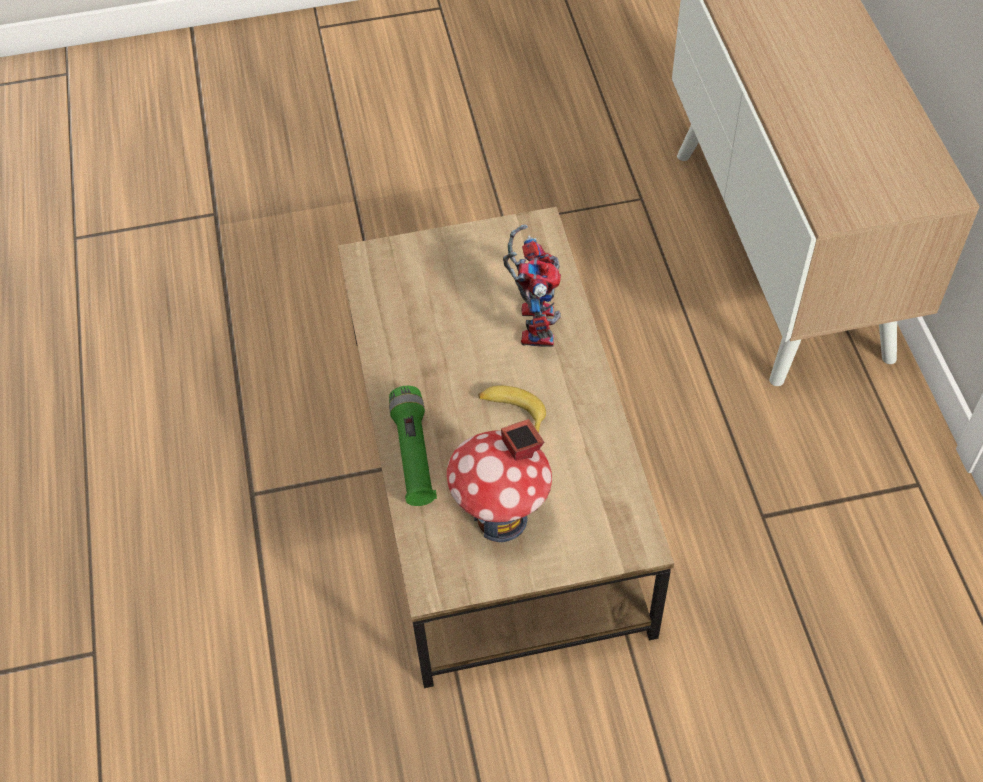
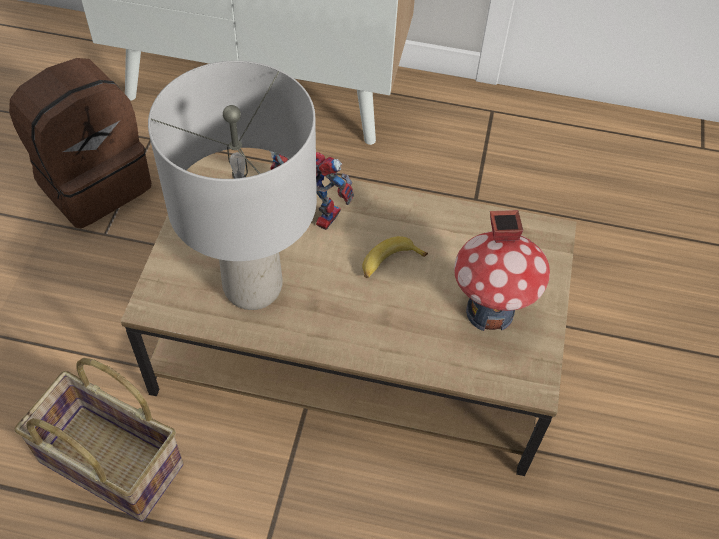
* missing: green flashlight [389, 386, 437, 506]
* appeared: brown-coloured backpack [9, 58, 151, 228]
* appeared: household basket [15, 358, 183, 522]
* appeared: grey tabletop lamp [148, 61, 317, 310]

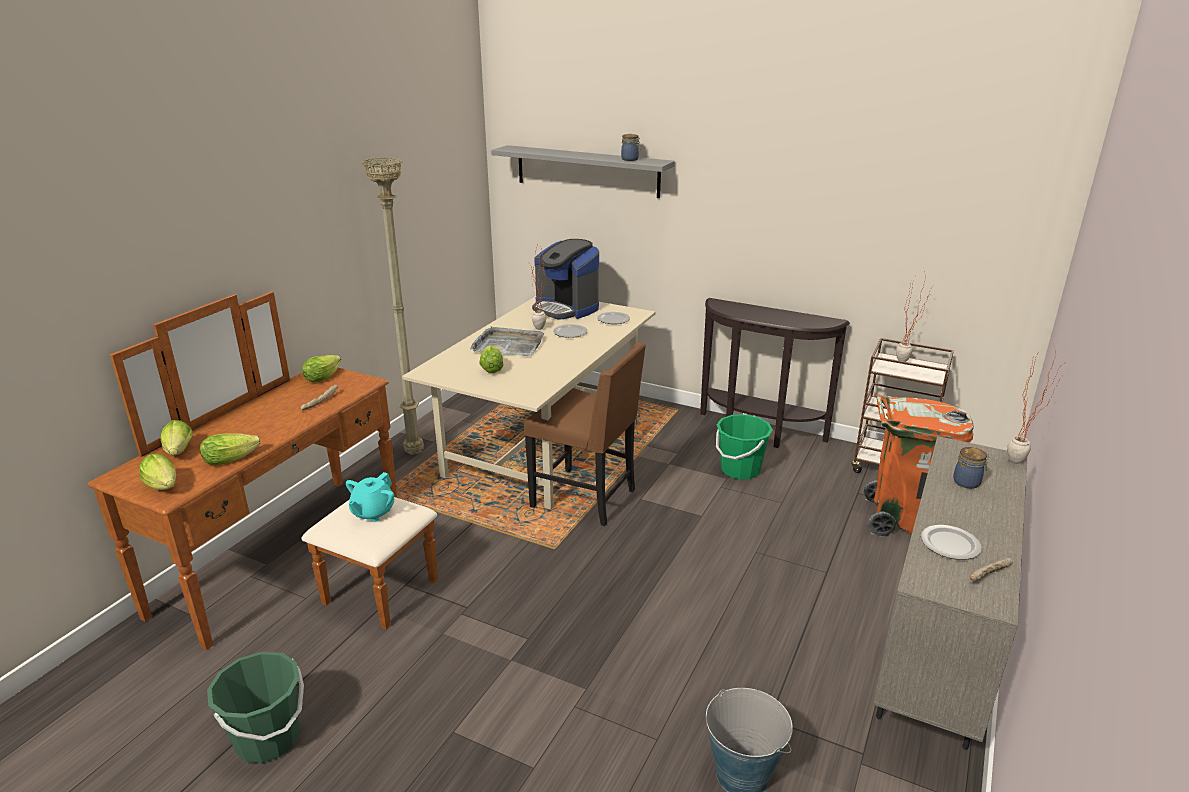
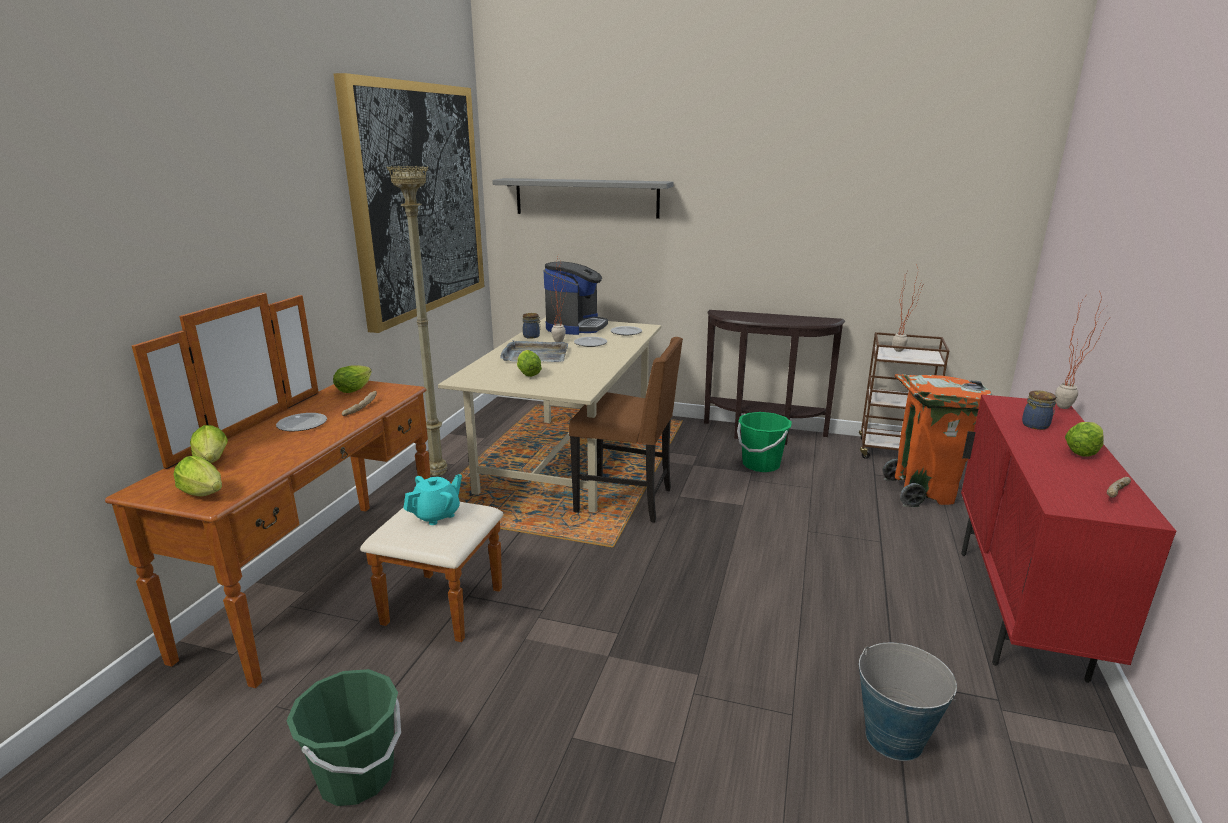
* appeared: picture [333, 73, 484, 333]
* relocated: lettuce [200, 433, 260, 465] to [1065, 422, 1104, 456]
* relocated: storage jar [621, 134, 640, 161] to [523, 313, 541, 339]
* relocated: flat dish [921, 525, 982, 560] to [276, 413, 327, 431]
* colour: beige cabinet [873, 436, 1028, 750] to red cabinet [961, 394, 1176, 683]
* spun: blue-green tea pot [346, 472, 394, 522] = [403, 474, 462, 525] 150 degrees counterclockwise
* spun: coffee brewer [532, 239, 599, 320] = [544, 262, 608, 335] 105 degrees counterclockwise

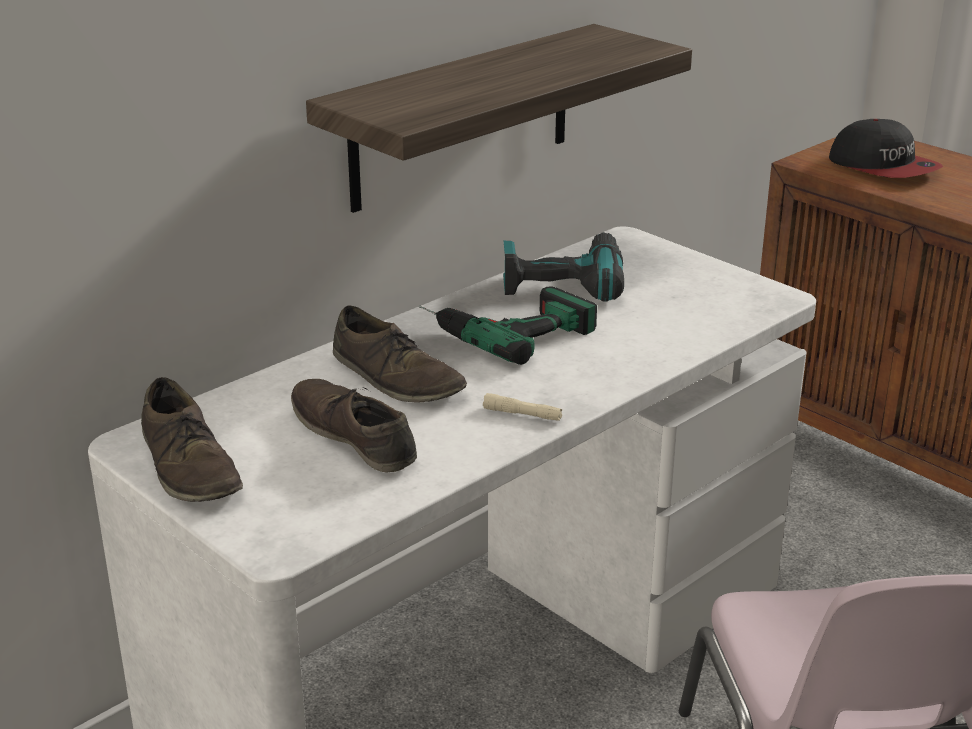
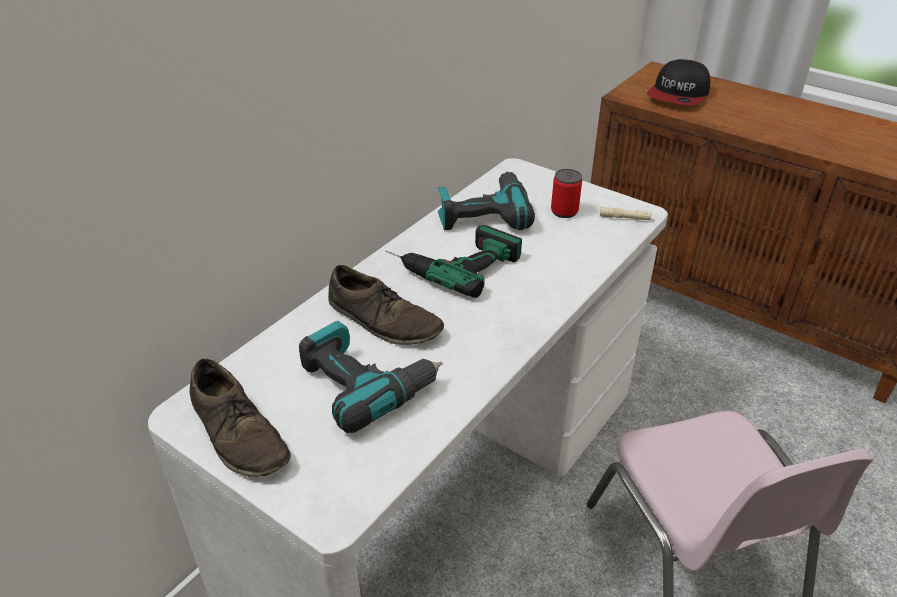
* missing: wall shelf [306, 24, 692, 213]
* appeared: can [551, 169, 582, 218]
* relocated: beige flashlight [483, 393, 562, 421] to [600, 207, 652, 220]
* exchanged: brown-coloured item of footwear [291, 379, 417, 472] to power drill [299, 321, 443, 433]
* spun: baseball cap [829, 119, 943, 178] = [647, 59, 710, 105] 75 degrees clockwise

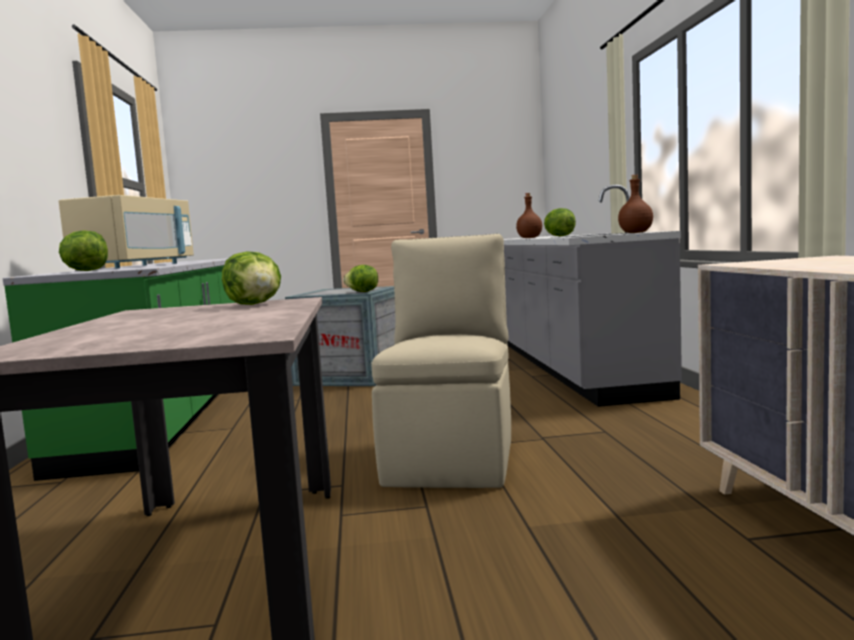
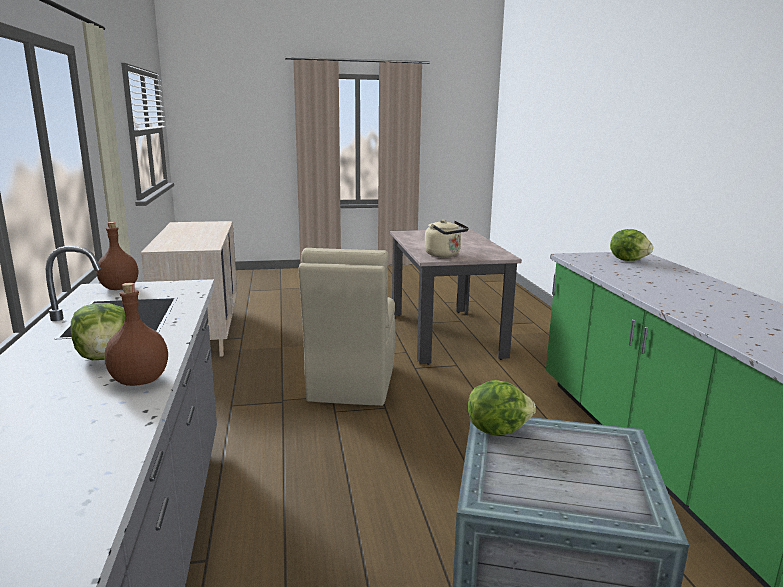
* missing: beige microwave oven [59, 195, 194, 269]
* exchanged: lettuce [222, 251, 281, 305] to beige water kettle [425, 220, 469, 257]

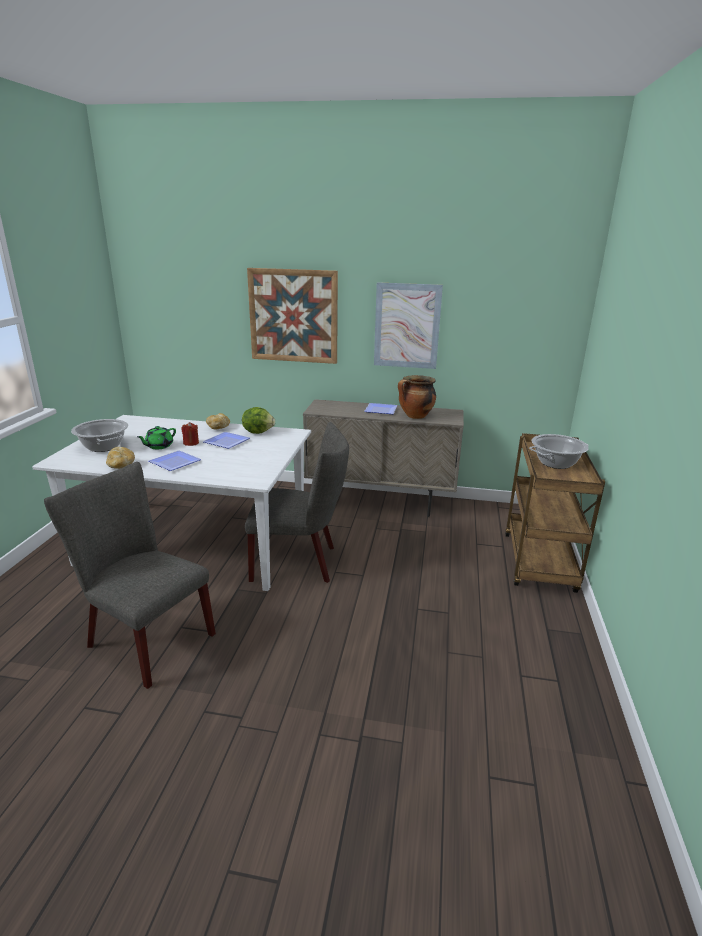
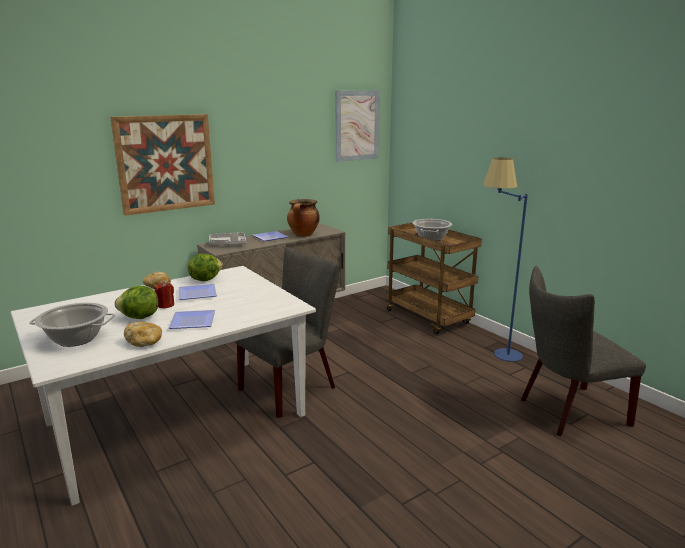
* appeared: grey carrying tray [209, 232, 246, 245]
* appeared: blue standing lamp [483, 158, 528, 362]
* relocated: grey chair [44, 462, 216, 689] to [521, 266, 646, 436]
* relocated: picture [374, 282, 443, 369] to [335, 90, 380, 162]
* exchanged: green tea pot [137, 426, 176, 449] to lettuce [115, 286, 159, 319]

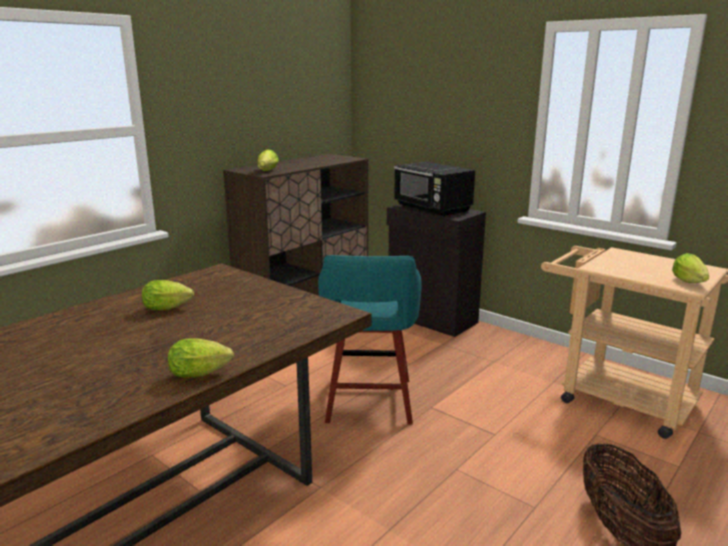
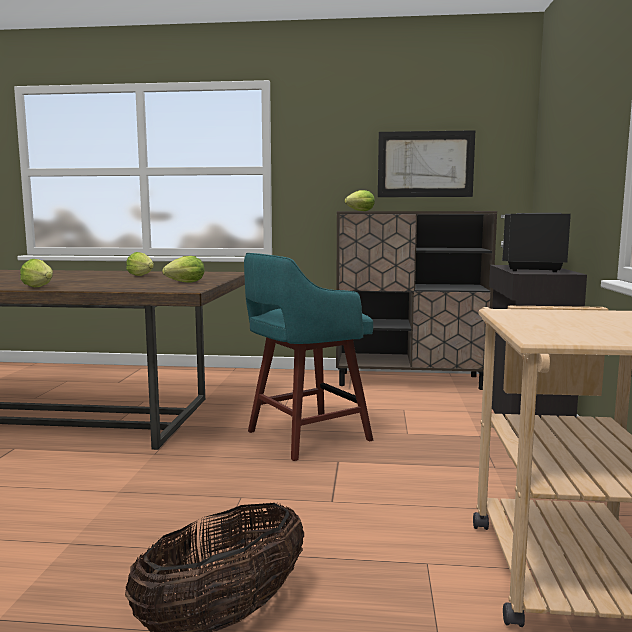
* appeared: picture [378, 130, 475, 197]
* relocated: lettuce [672, 253, 709, 283] to [162, 256, 204, 282]

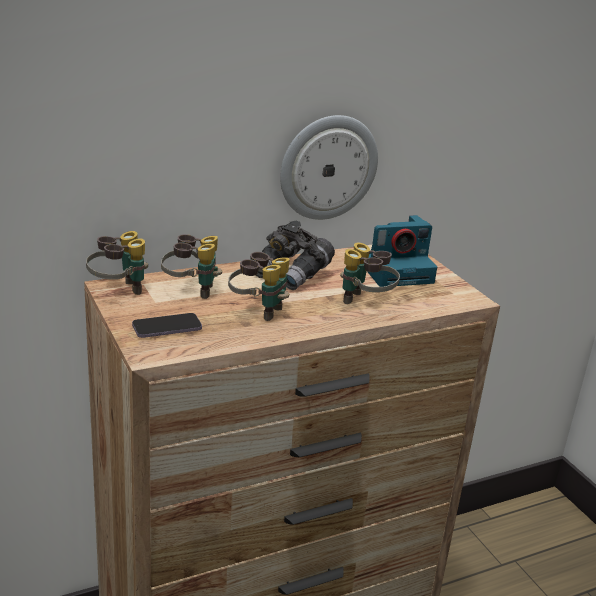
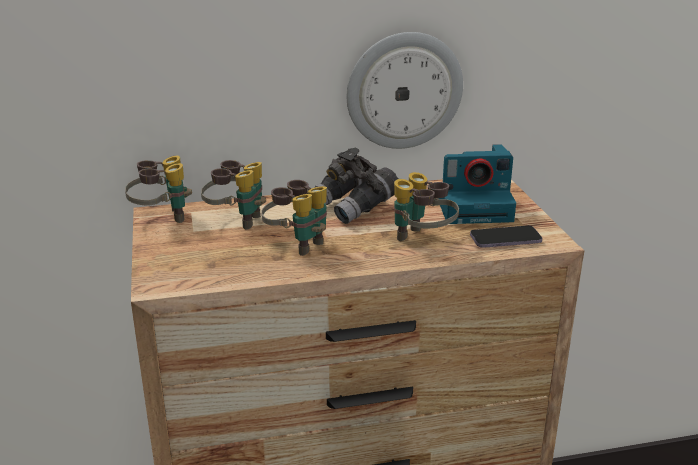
* relocated: handset [132, 313, 202, 338] to [470, 226, 542, 248]

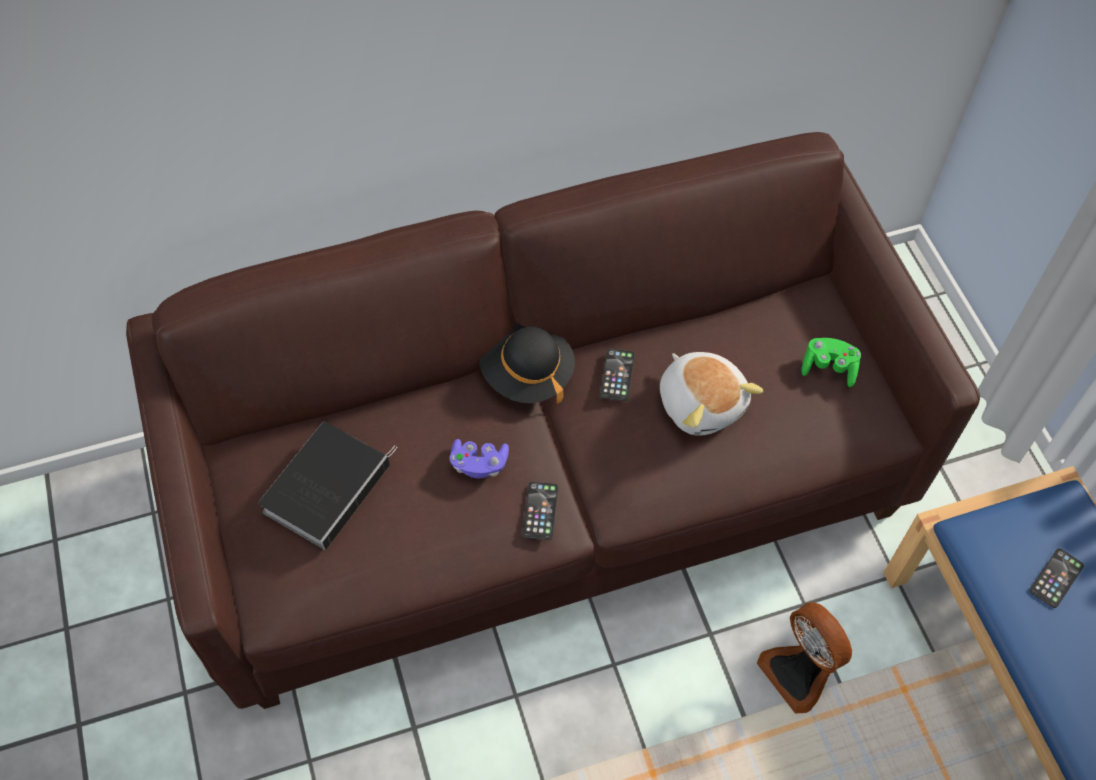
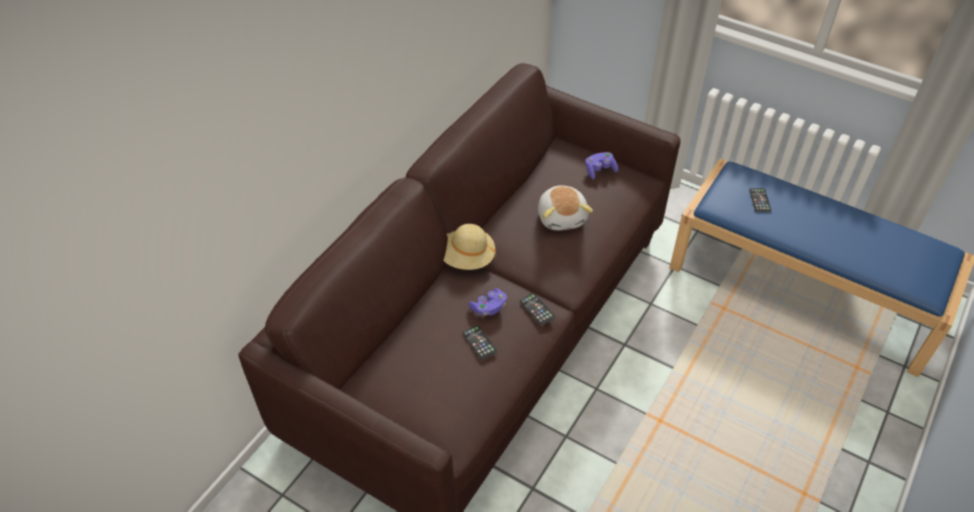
* missing: volume [259, 422, 397, 550]
* missing: cooling fan [757, 602, 852, 714]
* relocated: handset [600, 349, 635, 401] to [462, 325, 497, 360]
* colour: black wearable hat [480, 321, 575, 404] to beige wearable hat [443, 224, 496, 270]
* colour: green gamepad [801, 338, 861, 387] to purple gamepad [585, 152, 618, 179]
* spun: plush toy [660, 352, 763, 435] = [538, 185, 593, 230] 60 degrees clockwise

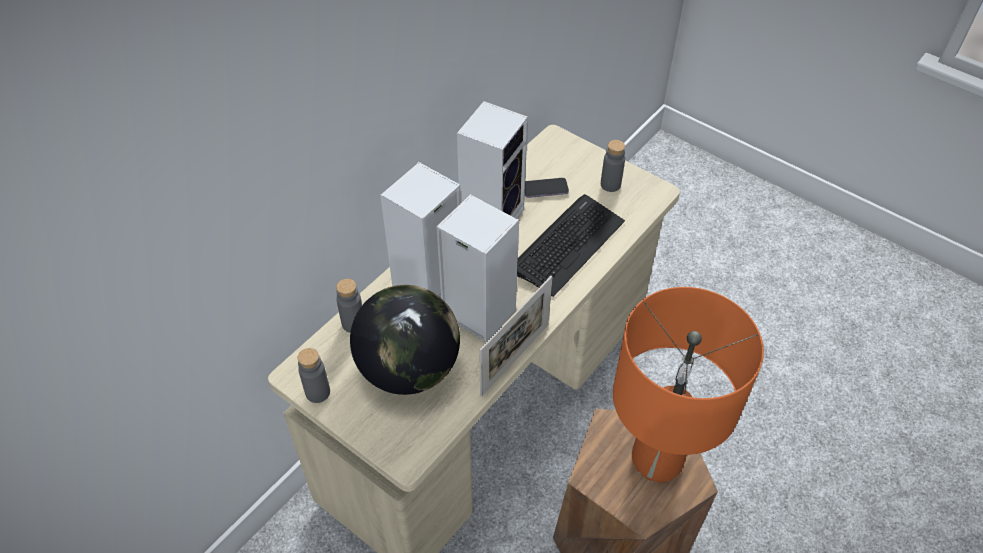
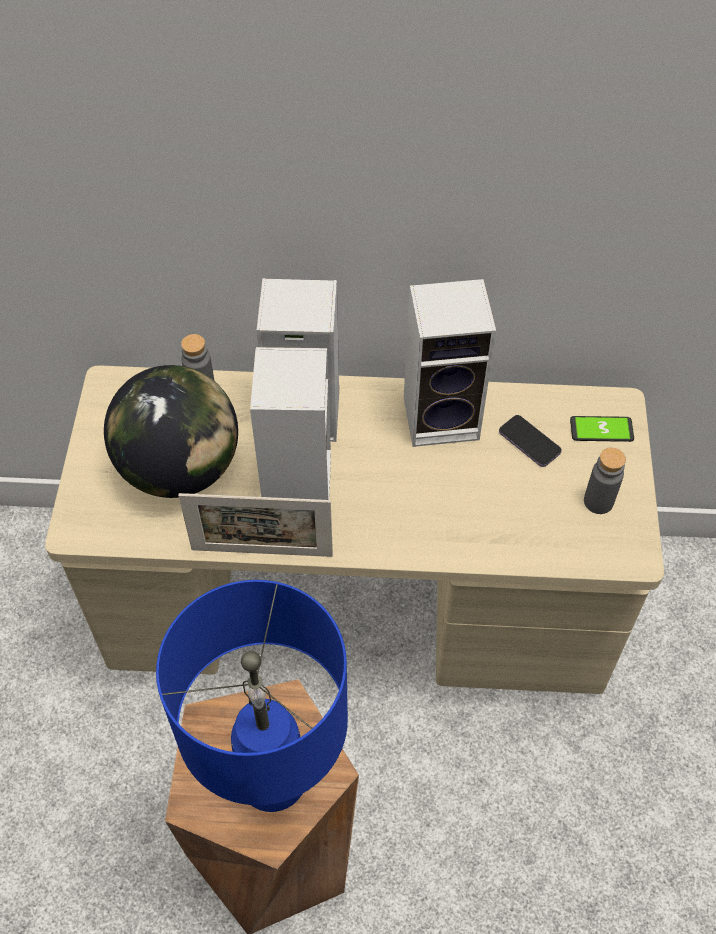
* missing: grey bottle [298, 348, 330, 403]
* missing: computer keyboard [517, 194, 625, 297]
* appeared: handset [570, 416, 634, 442]
* colour: orangey tabletop lamp [613, 287, 764, 482] to blue tabletop lamp [156, 580, 348, 812]

